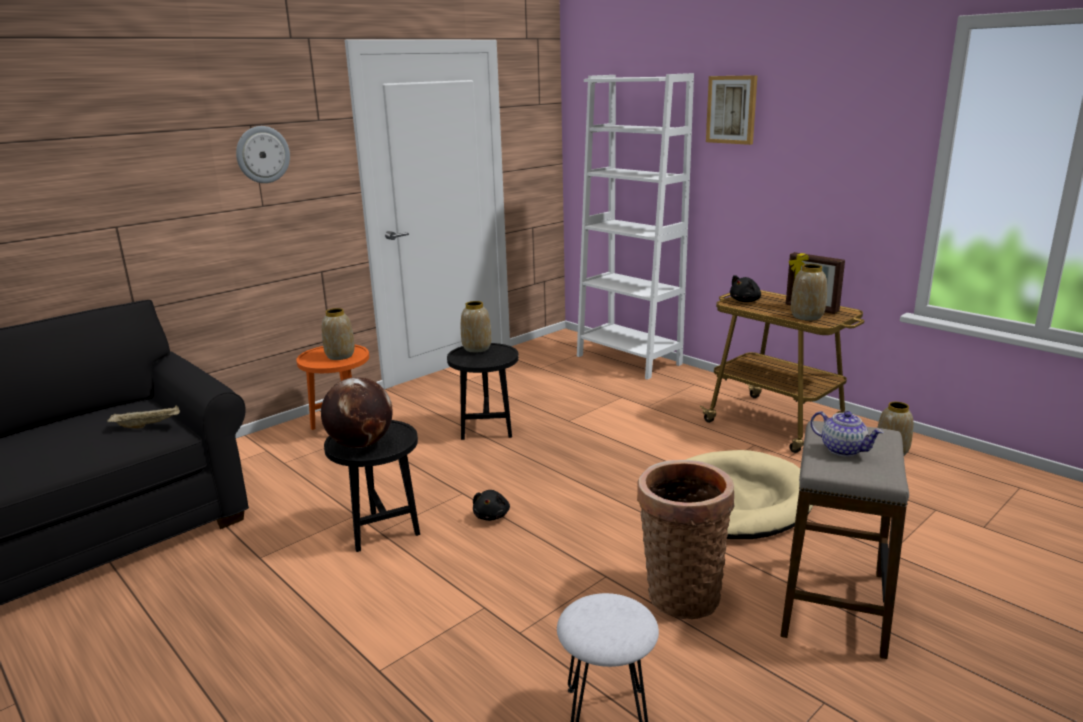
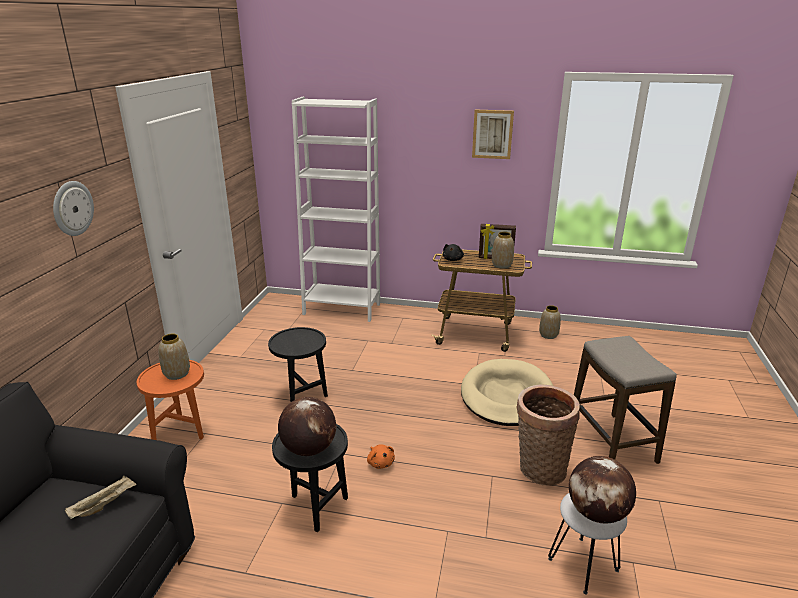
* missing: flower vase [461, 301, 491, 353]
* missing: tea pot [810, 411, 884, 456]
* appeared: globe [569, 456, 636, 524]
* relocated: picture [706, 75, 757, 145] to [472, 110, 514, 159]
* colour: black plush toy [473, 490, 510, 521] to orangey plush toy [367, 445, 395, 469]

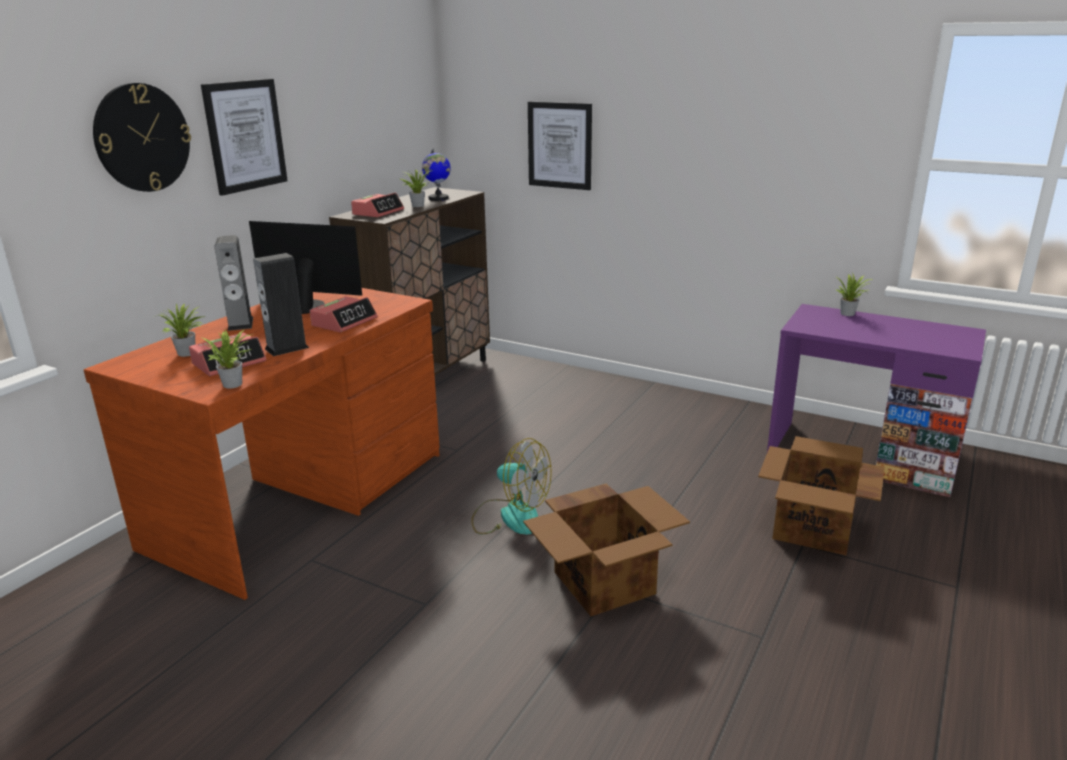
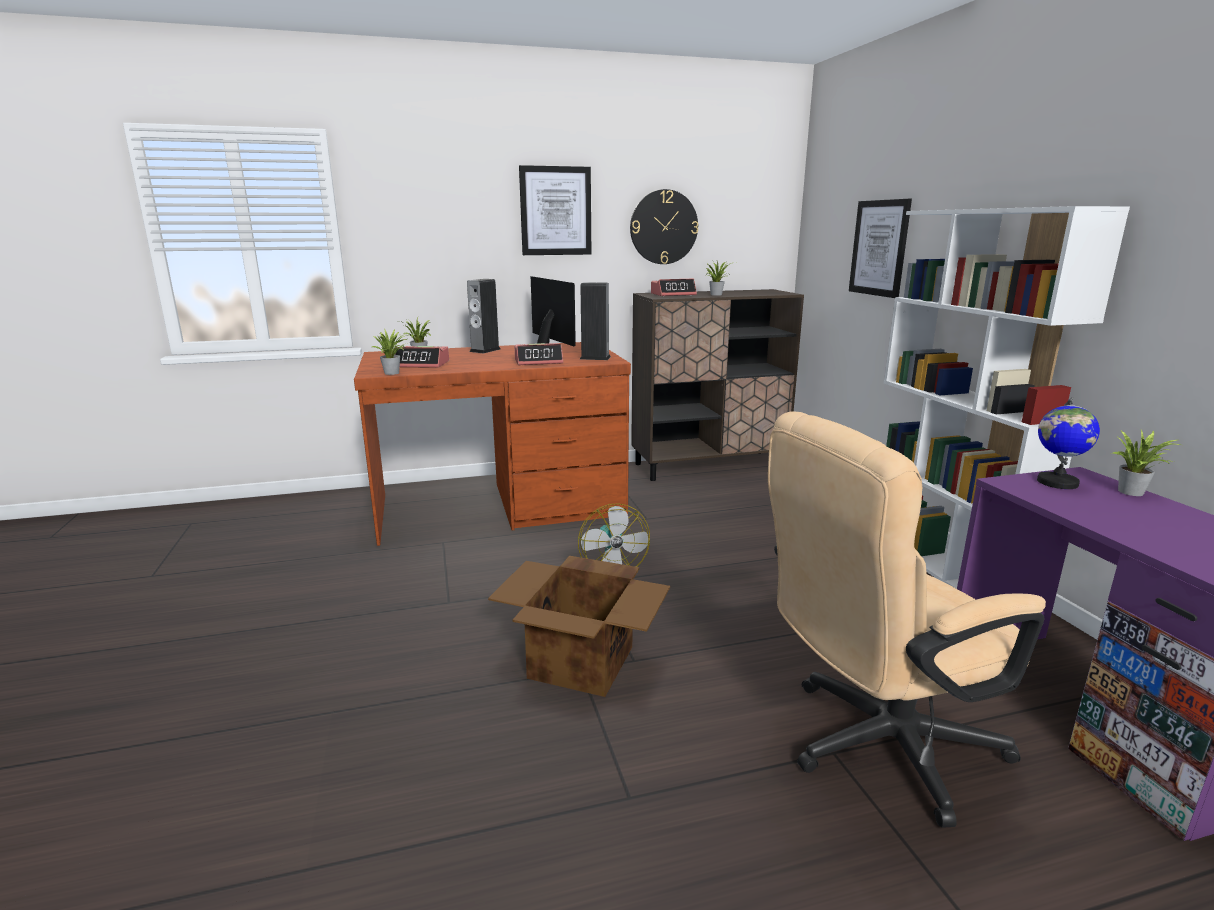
* appeared: white-coloured bookcase [884, 206, 1130, 589]
* relocated: clock on the wall [93, 83, 191, 192] to [630, 189, 698, 264]
* relocated: loudspeaker [253, 253, 309, 356] to [580, 282, 611, 360]
* relocated: globe [422, 148, 451, 201] to [1037, 397, 1100, 489]
* exchanged: carton [758, 436, 884, 555] to beige computer chair [768, 411, 1046, 828]

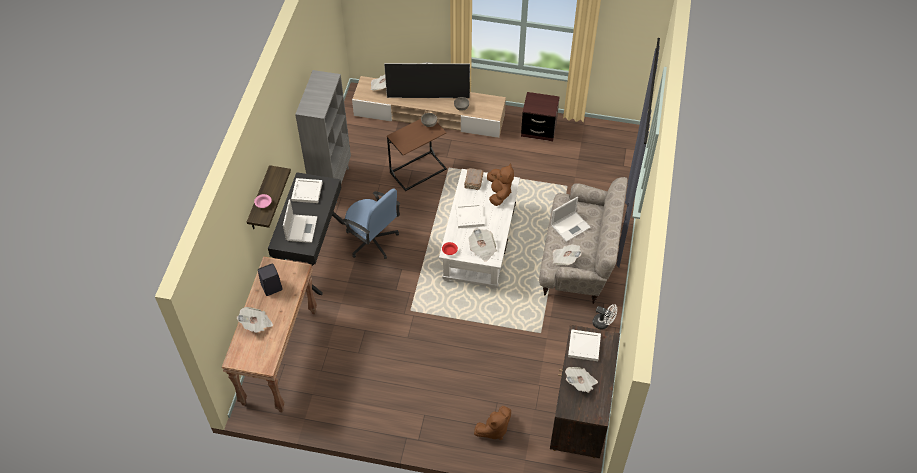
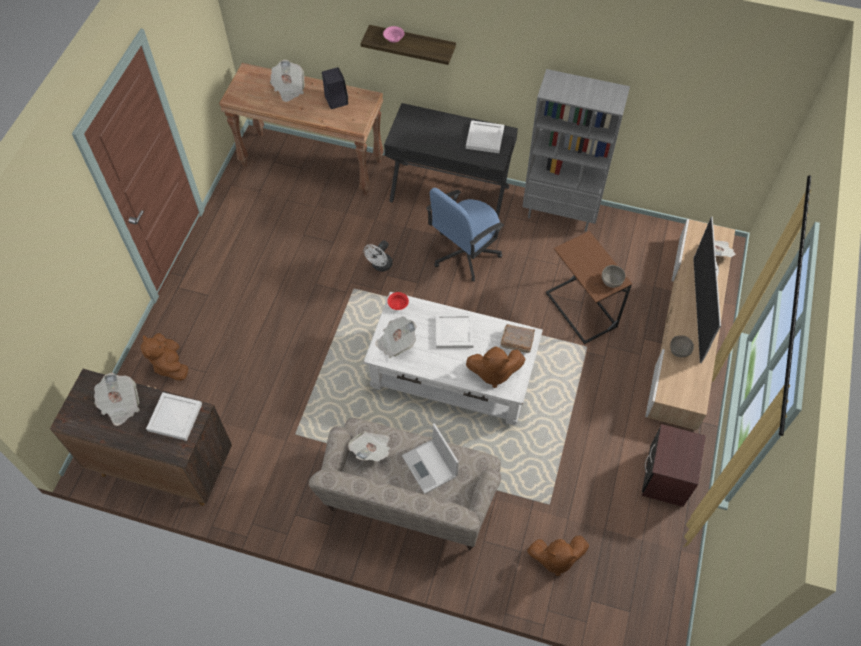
* missing: laptop [283, 200, 318, 243]
* appeared: brown-coloured plush toy [527, 536, 589, 576]
* relocated: white-coloured cooling fan [593, 304, 617, 330] to [364, 240, 393, 272]

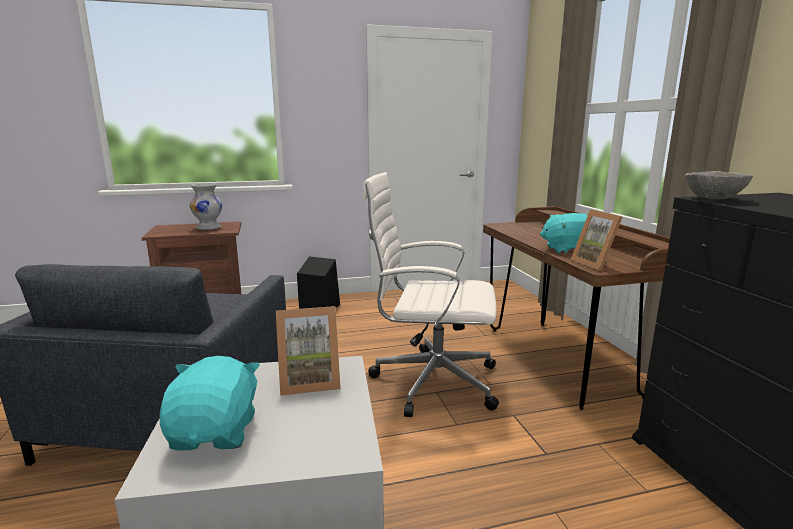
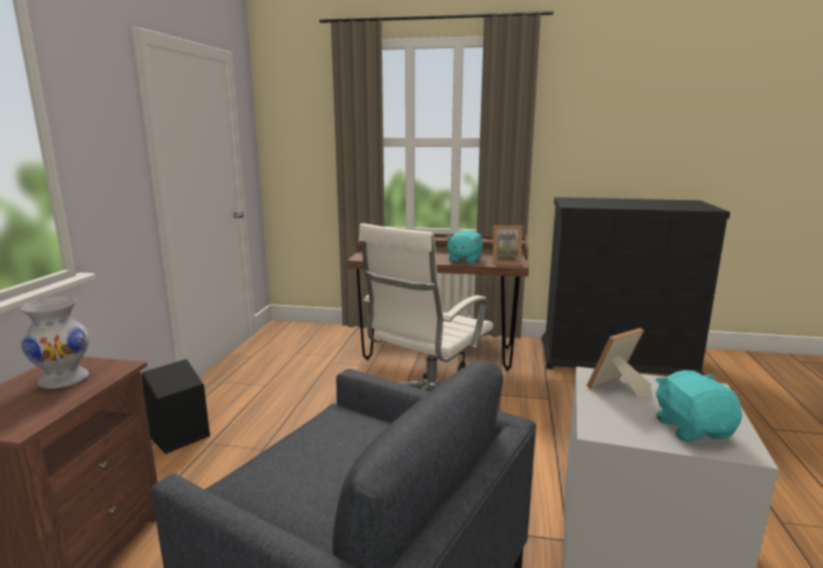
* missing: grey deep dish [686, 171, 753, 199]
* spun: blue-green plush toy [160, 356, 260, 451] = [656, 370, 742, 441] 60 degrees clockwise
* spun: picture frame [276, 306, 341, 396] = [587, 328, 651, 397] 135 degrees counterclockwise

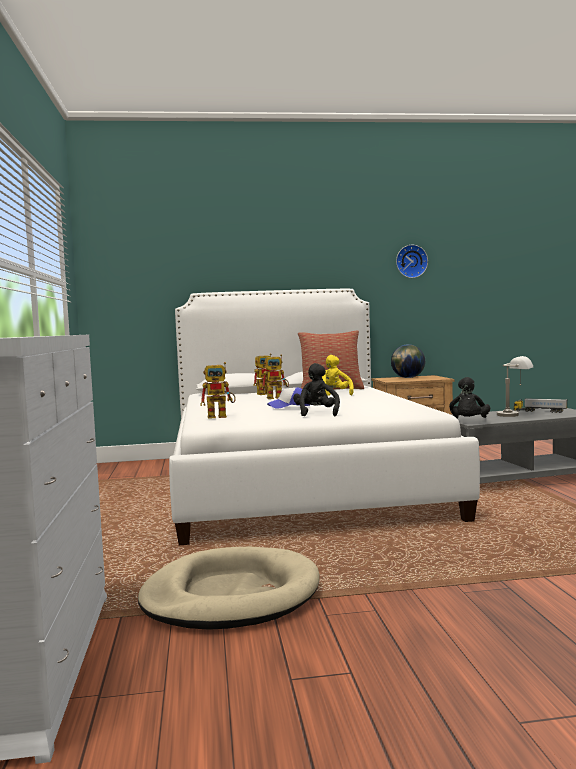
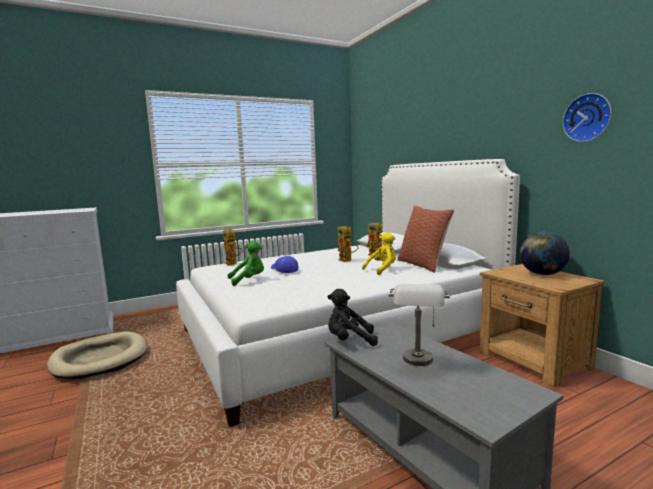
* missing: model truck [514, 398, 567, 413]
* colour: black plush toy [293, 363, 340, 417] to green plush toy [228, 241, 264, 286]

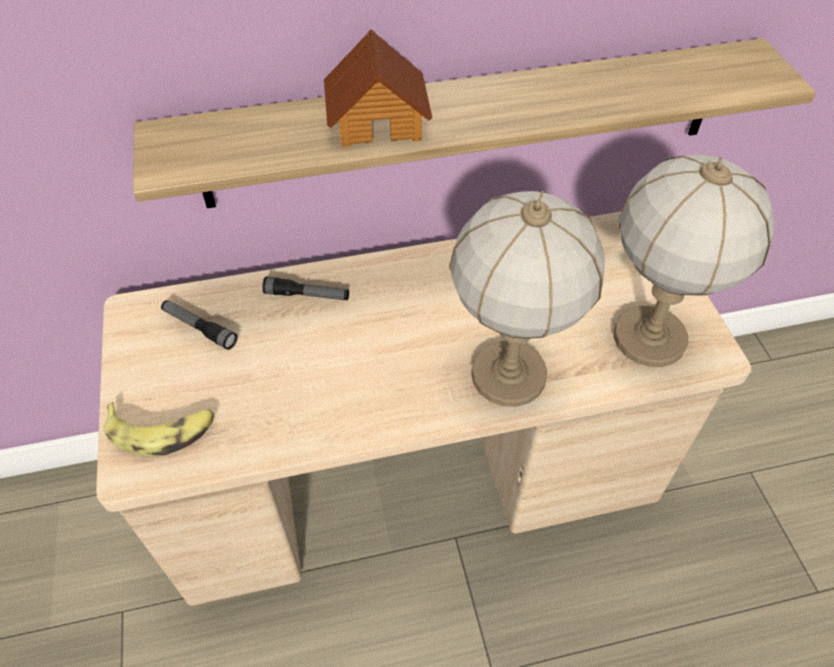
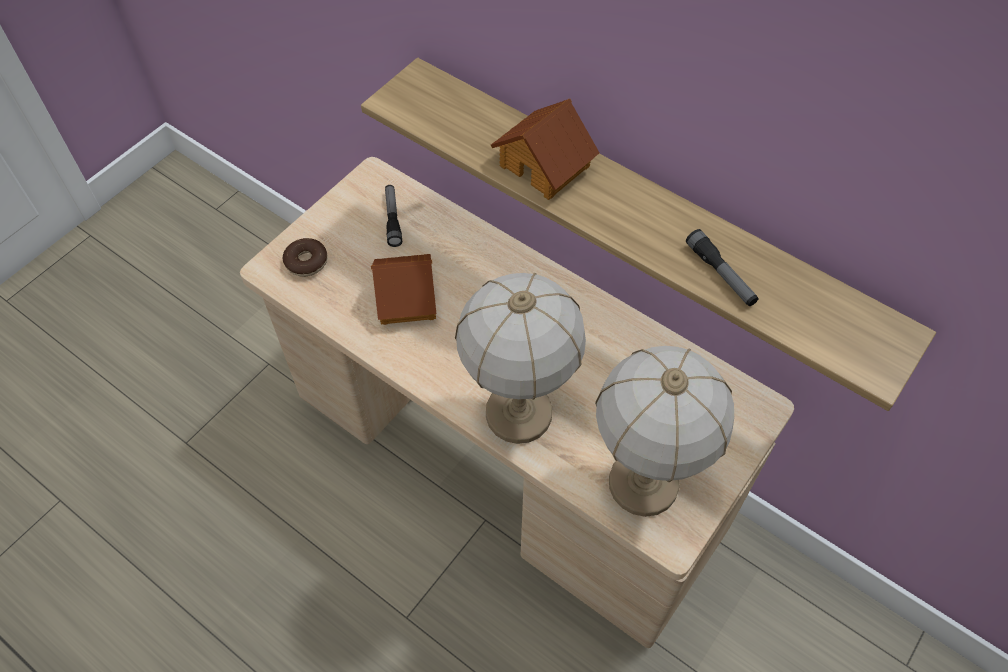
* appeared: toy house [371, 254, 436, 325]
* relocated: flashlight [262, 276, 349, 300] to [686, 229, 759, 306]
* exchanged: whole banana [104, 402, 214, 456] to donut [282, 238, 328, 277]

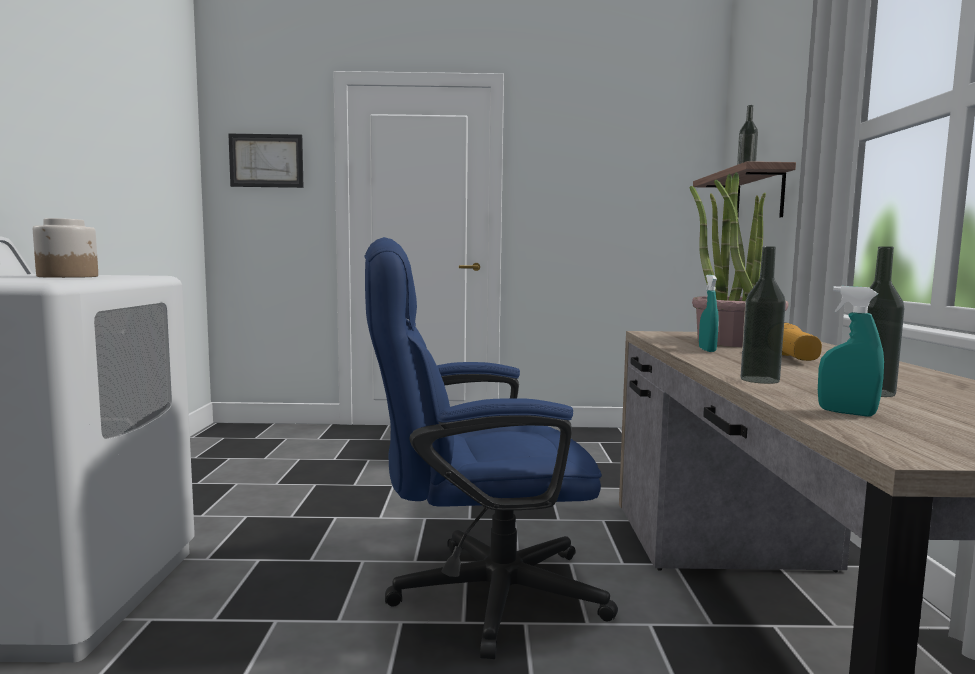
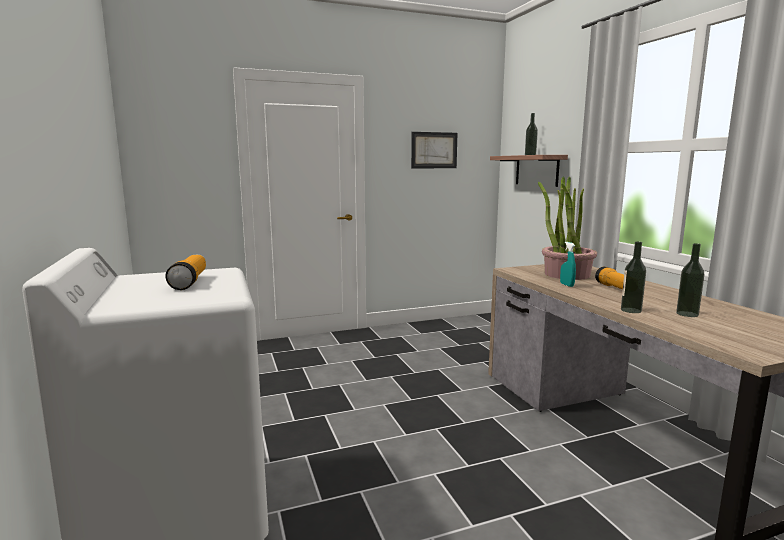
* missing: blue computer chair [364, 237, 618, 659]
* missing: blue-green hand sprayer [818, 286, 884, 417]
* relocated: picture [228, 134, 303, 188] to [411, 132, 457, 168]
* exchanged: storage jar [33, 218, 98, 278] to flashlight [165, 255, 206, 290]

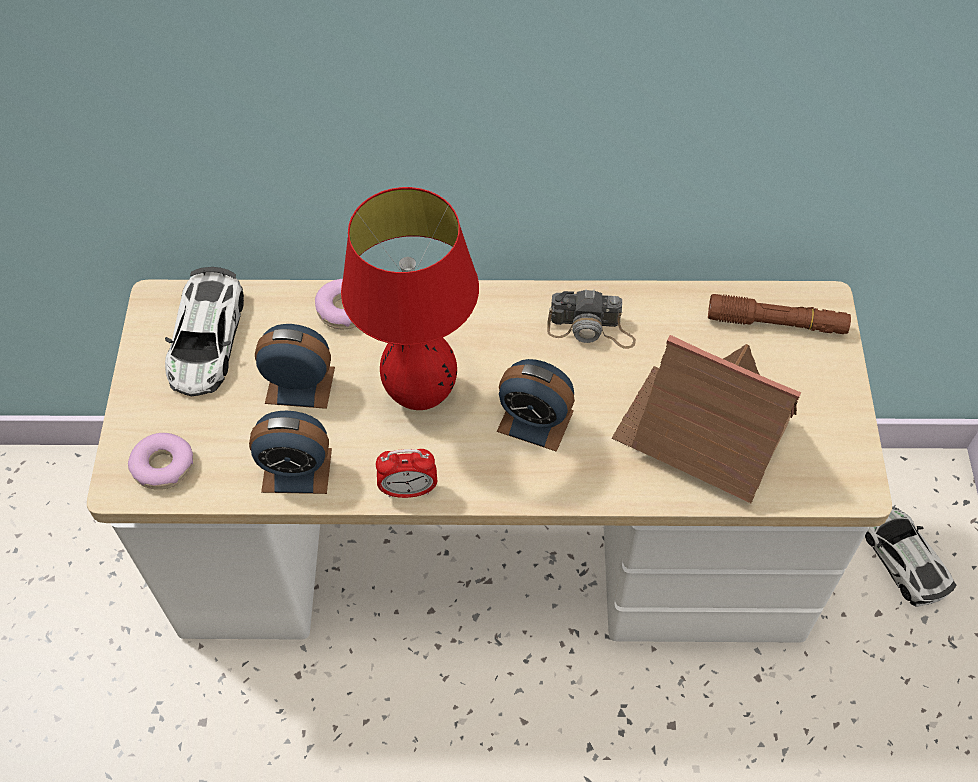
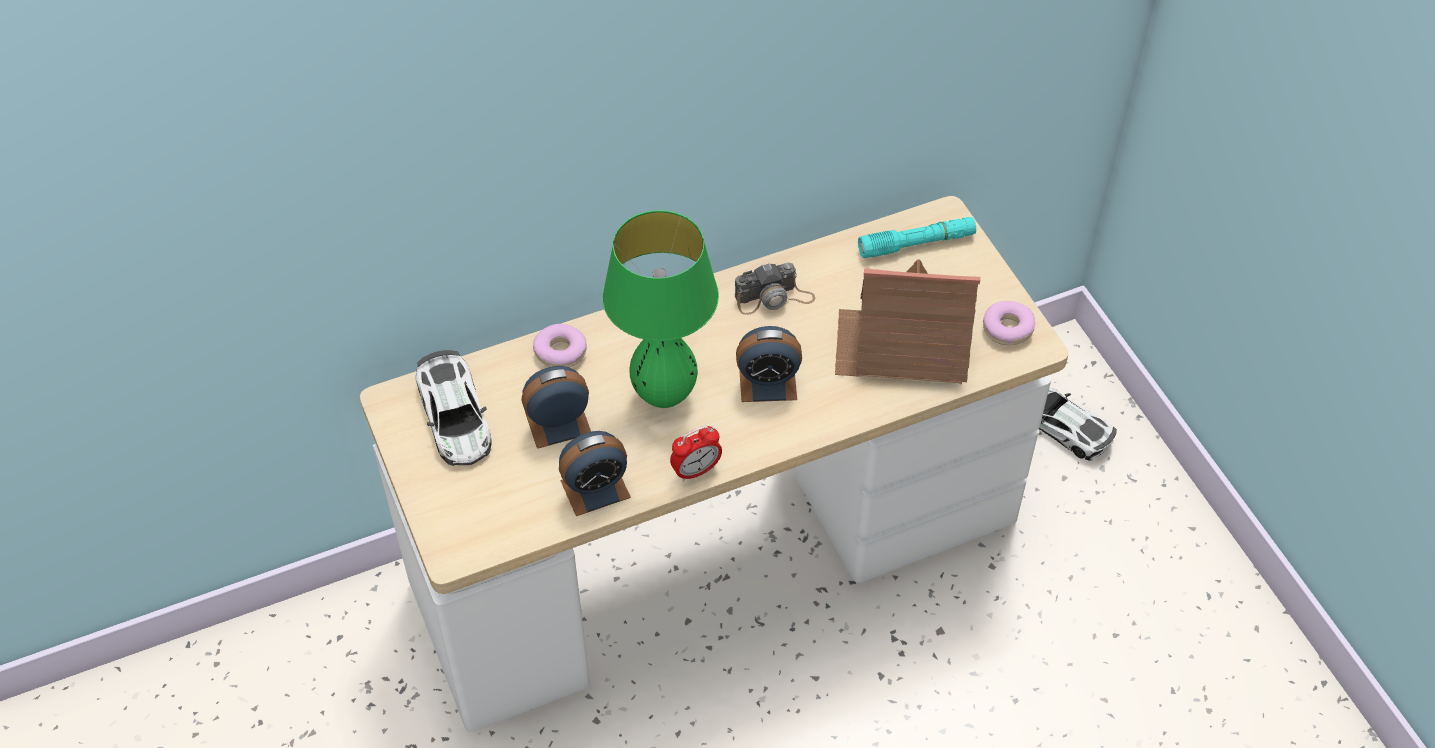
* relocated: donut [128, 433, 193, 490] to [983, 301, 1035, 345]
* colour: red tabletop lamp [341, 187, 479, 410] to green tabletop lamp [602, 210, 719, 408]
* colour: brown-coloured flashlight [708, 294, 851, 334] to blue-green flashlight [858, 217, 976, 258]

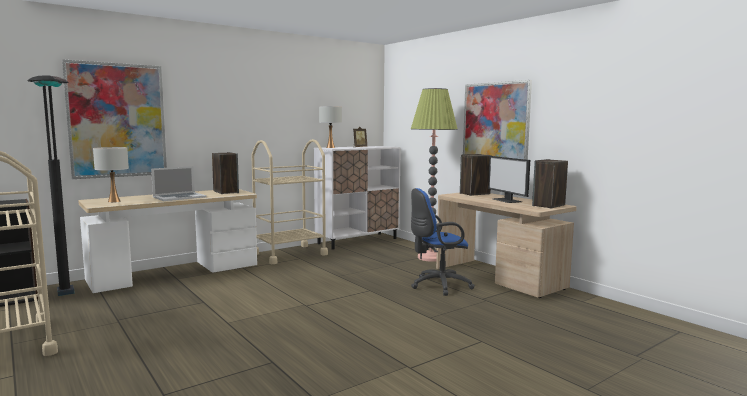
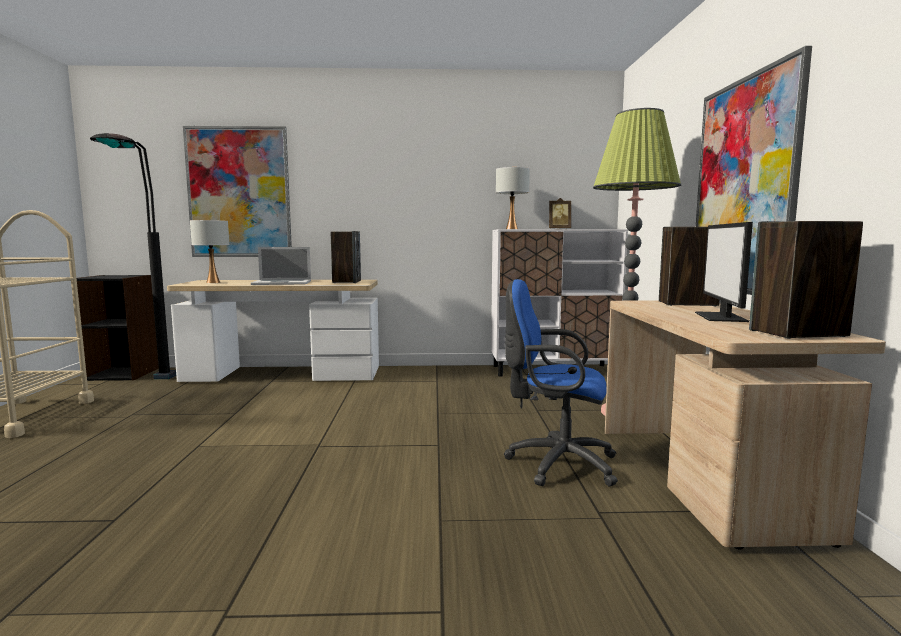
* missing: beige cart [251, 139, 328, 264]

